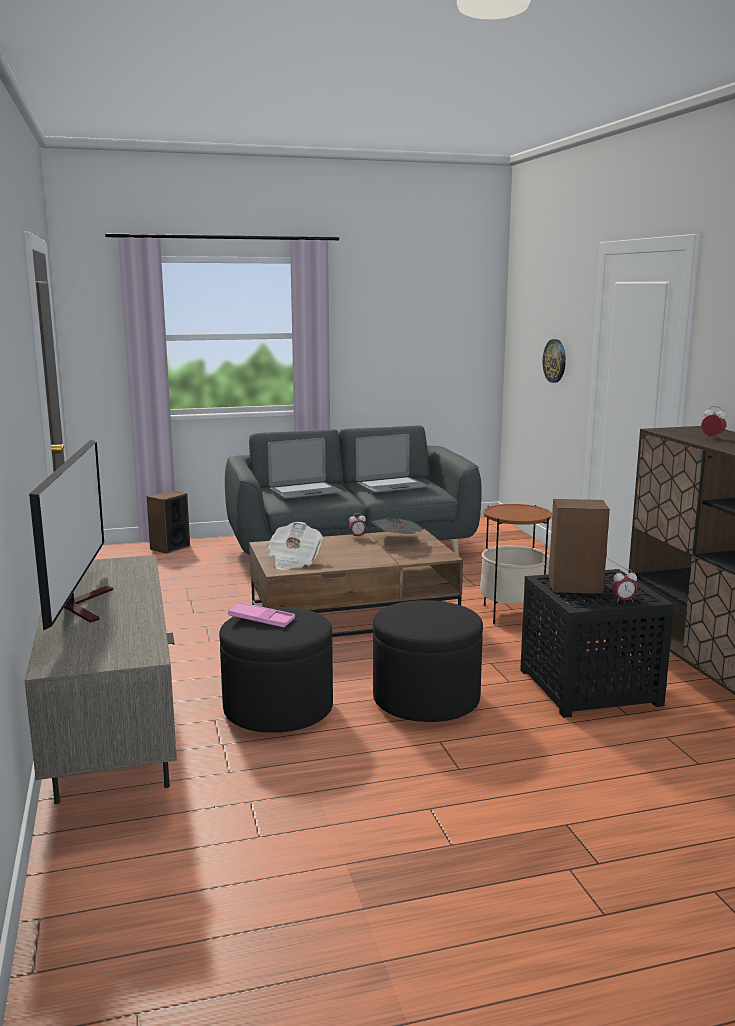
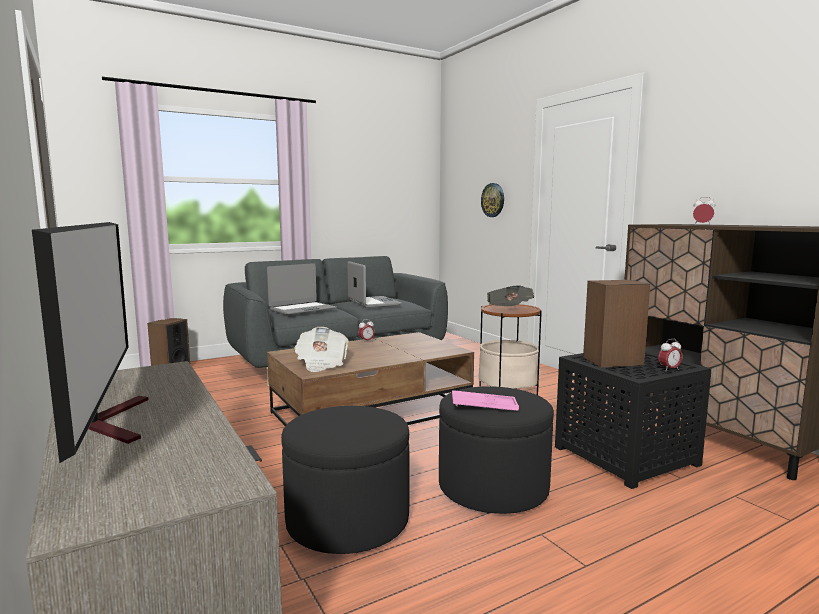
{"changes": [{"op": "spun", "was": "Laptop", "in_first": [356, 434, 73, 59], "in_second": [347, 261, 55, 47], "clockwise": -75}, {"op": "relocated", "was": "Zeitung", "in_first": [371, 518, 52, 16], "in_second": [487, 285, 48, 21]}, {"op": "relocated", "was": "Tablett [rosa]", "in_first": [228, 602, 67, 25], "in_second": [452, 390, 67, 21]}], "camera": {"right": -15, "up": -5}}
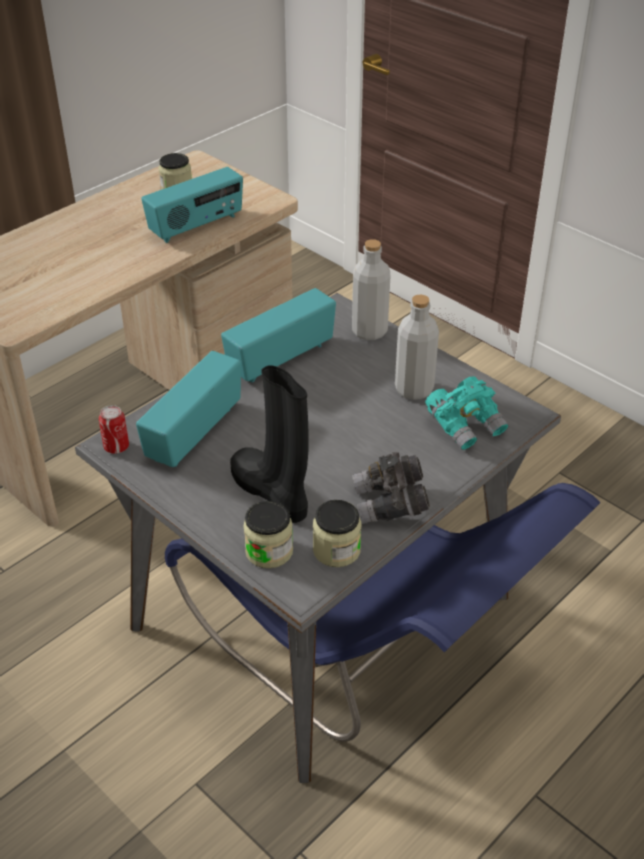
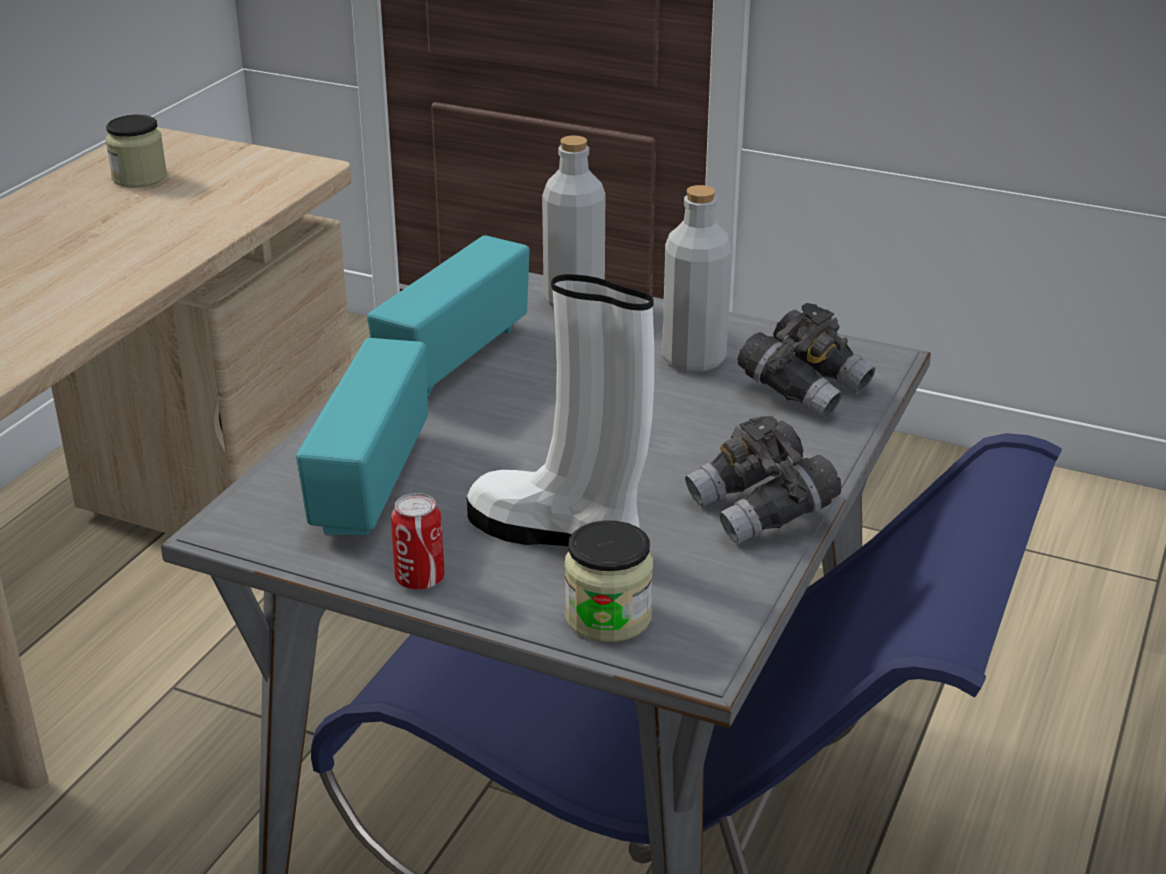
{"changes": [{"op": "missing", "was": "Radio", "in_first": [141, 167, 102, 76]}, {"op": "colour", "was": "Stiefel [schwarz]", "now": "Stiefel [weiß]", "in_first": [230, 365, 79, 158], "in_second": [467, 274, 187, 272]}, {"op": "colour", "was": "Fernglas [türkis]", "now": "Fernglas [grau]", "in_first": [425, 376, 83, 74], "in_second": [737, 303, 139, 116]}, {"op": "relocated", "was": "Dose", "in_first": [99, 405, 30, 49], "in_second": [391, 493, 54, 97]}, {"op": "missing", "was": "Vorratsglas", "in_first": [313, 500, 49, 67]}], "camera": {"right": -20, "up": -10}}
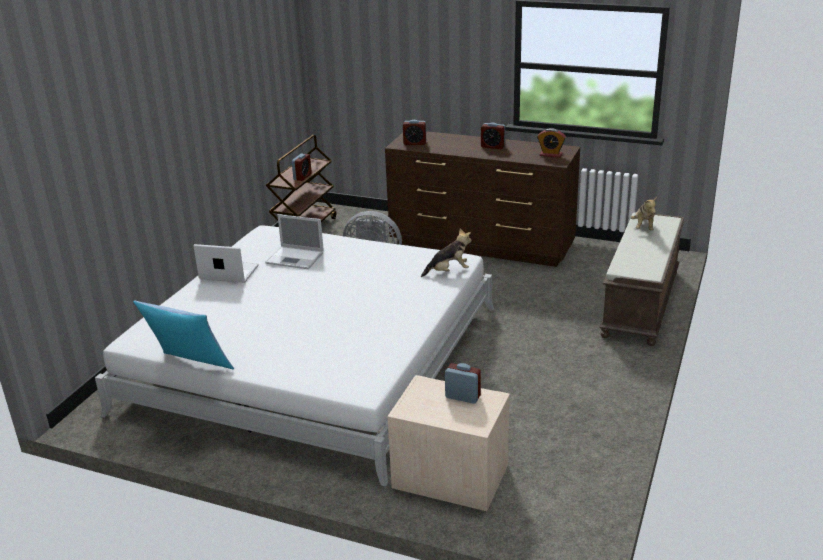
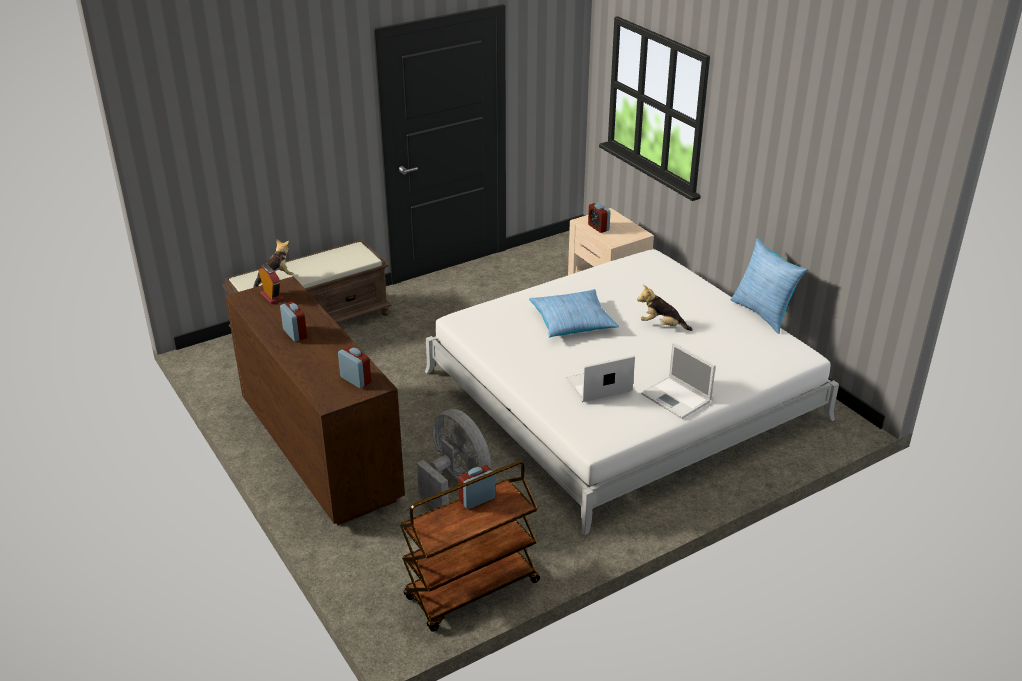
{"changes": [{"op": "spun", "was": "Laptop", "in_first": [265, 214, 59, 55], "in_second": [566, 355, 69, 47], "clockwise": -75}, {"op": "relocated", "was": "Plüschtier", "in_first": [421, 228, 51, 49], "in_second": [637, 285, 56, 46]}, {"op": "appeared", "now": "Kissen", "in_second": [529, 289, 90, 48]}], "camera": {"right": -145, "up": 5}}
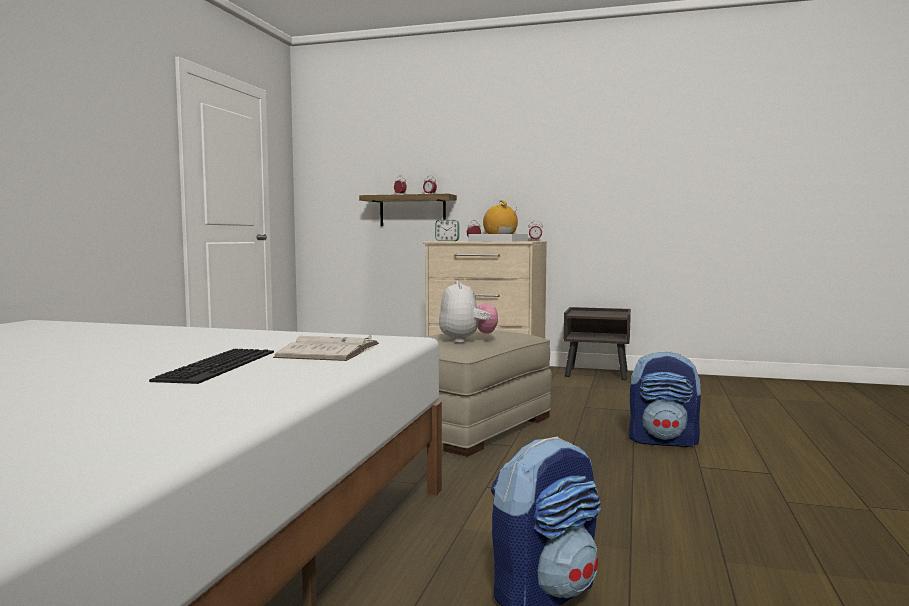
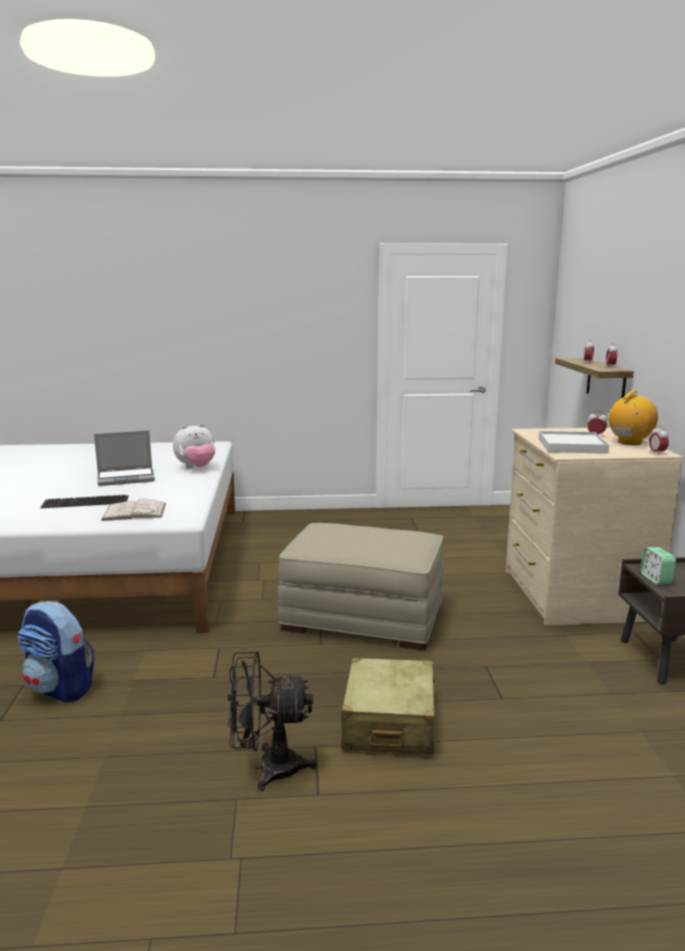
{"changes": [{"op": "relocated", "was": "Wecker", "in_first": [435, 220, 24, 21], "in_second": [641, 547, 35, 37]}, {"op": "relocated", "was": "Plüschtier", "in_first": [439, 281, 59, 62], "in_second": [173, 423, 42, 45]}, {"op": "exchanged", "was": "Rucksack", "now": "Koffer [beige]", "in_first": [629, 351, 73, 96], "in_second": [341, 658, 95, 96]}, {"op": "appeared", "now": "Laptop", "in_second": [94, 430, 61, 56]}, {"op": "appeared", "now": "Ventilator [schwarz]", "in_second": [228, 651, 90, 140]}], "camera": {"right": 70, "up": 10}}
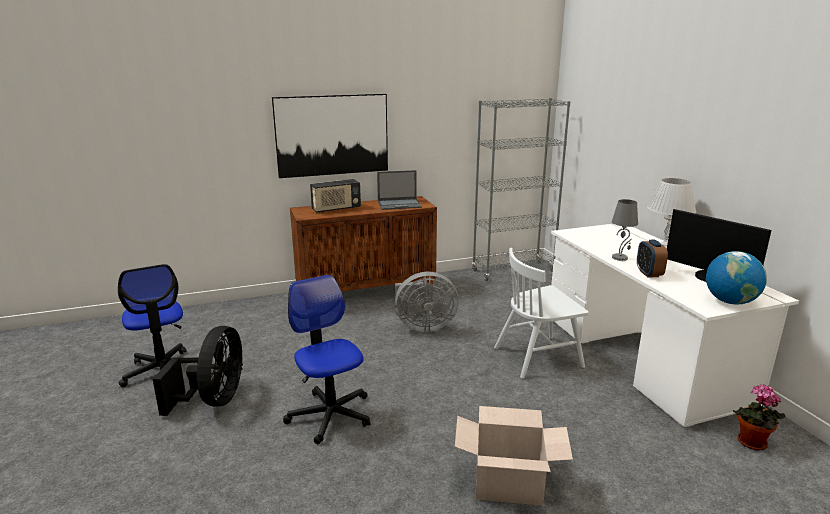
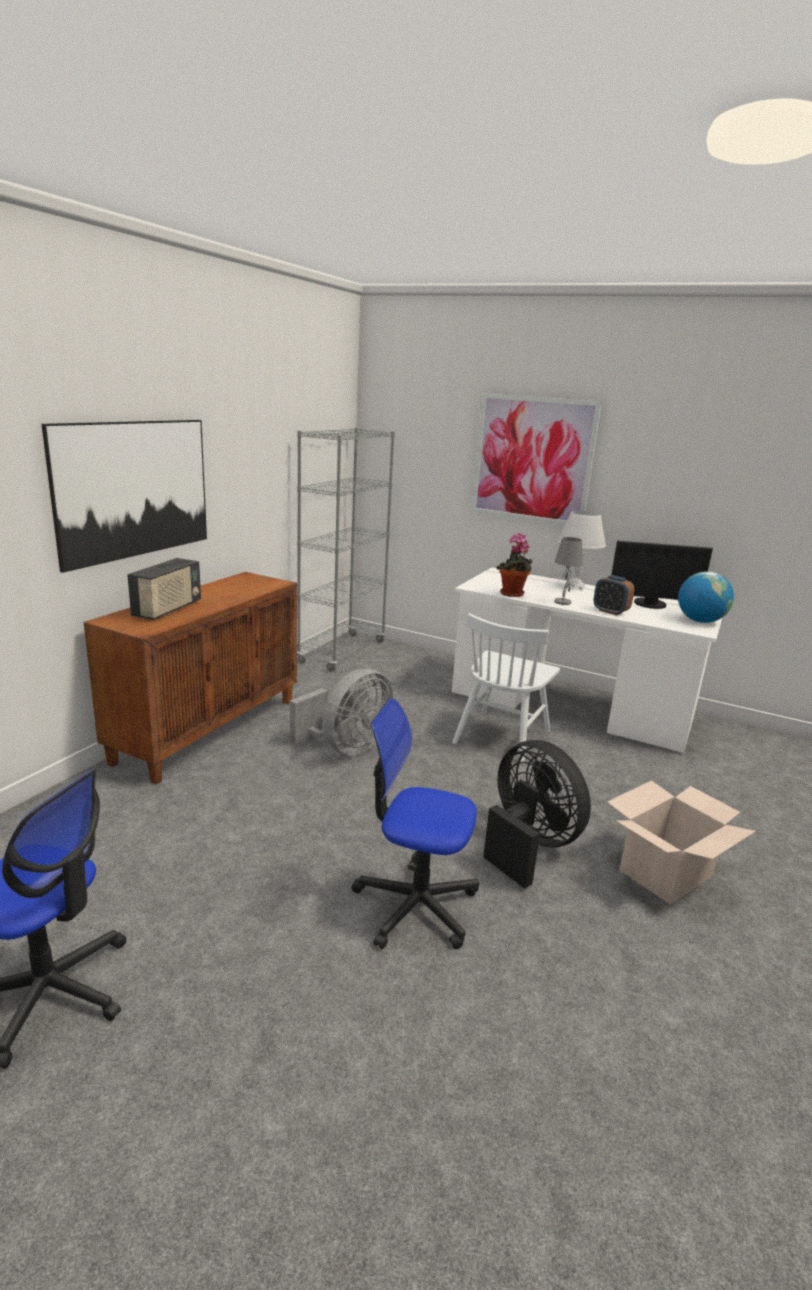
{"changes": [{"op": "missing", "was": "Laptop", "in_first": [377, 170, 45, 40]}, {"op": "relocated", "was": "Ventilator [schwarz]", "in_first": [153, 326, 90, 90], "in_second": [483, 740, 108, 149]}, {"op": "relocated", "was": "Topfpflanze", "in_first": [733, 385, 52, 66], "in_second": [497, 533, 36, 64]}, {"op": "appeared", "now": "Bild", "in_second": [472, 394, 130, 131]}], "camera": {"right": -45, "up": 0}}
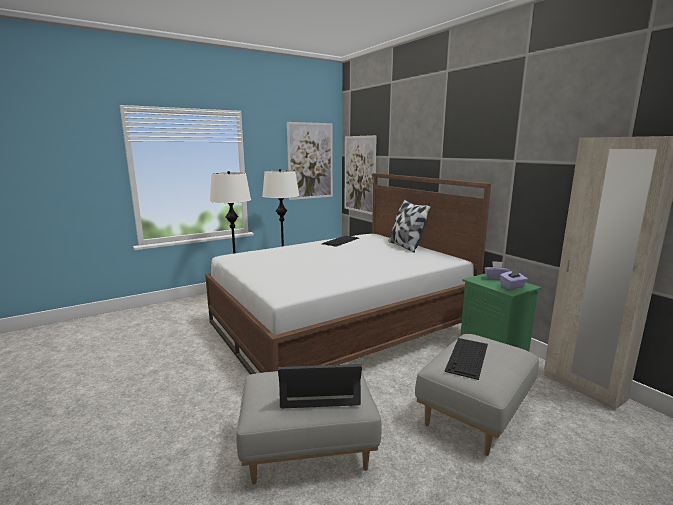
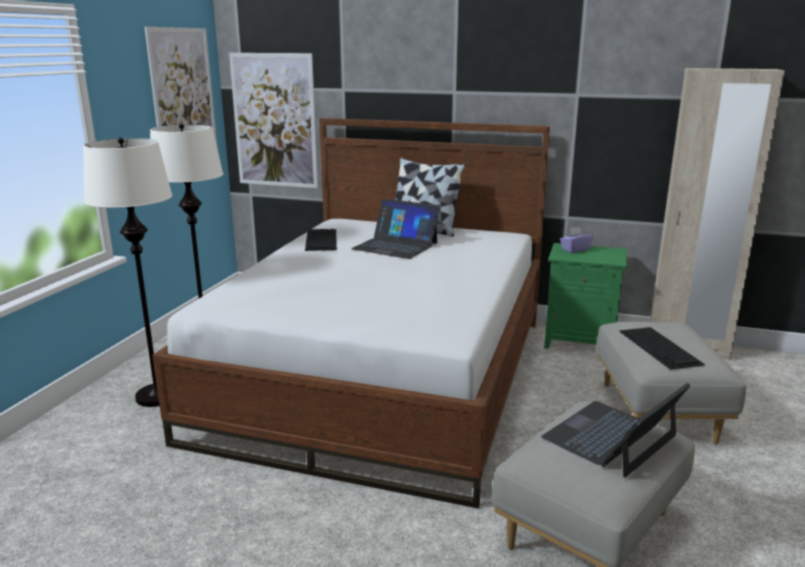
{"changes": [{"op": "missing", "was": "Taschentuchbox [lila]", "in_first": [500, 270, 28, 20]}, {"op": "appeared", "now": "Laptop", "in_second": [351, 198, 89, 61]}], "camera": {"right": -40, "up": 5}}
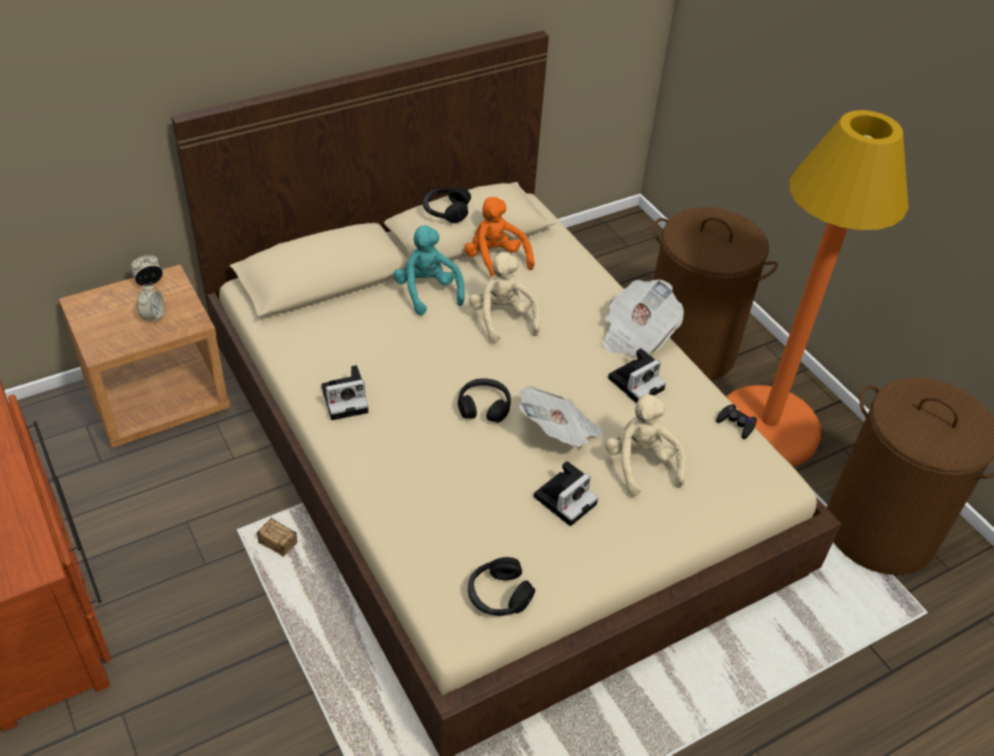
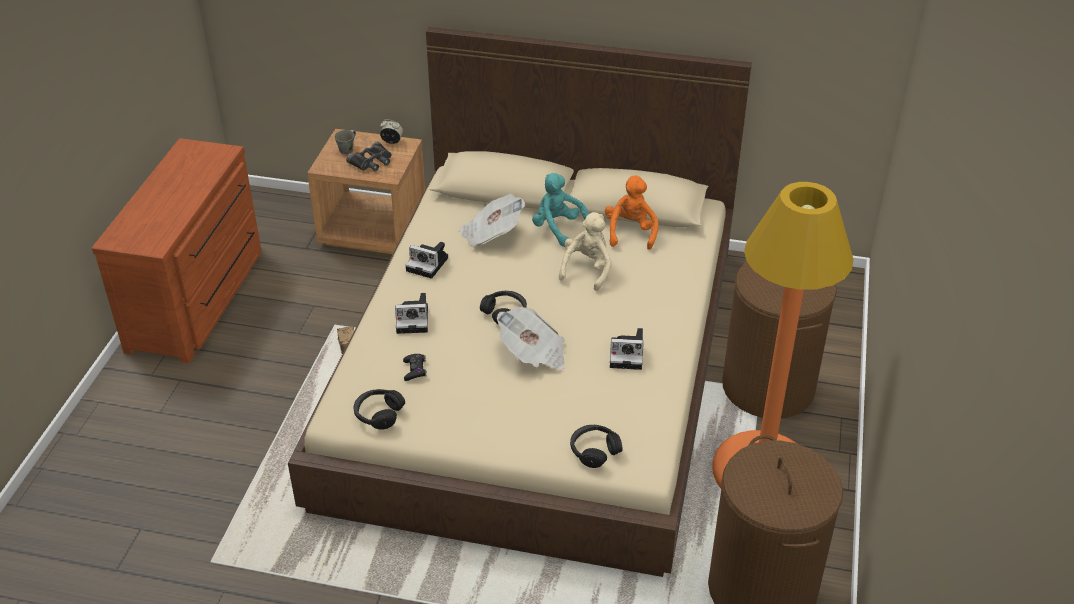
{"changes": [{"op": "relocated", "was": "Kopfhörer [schwarz]", "in_first": [423, 187, 48, 36], "in_second": [570, 425, 53, 43]}, {"op": "spun", "was": "Plüschtier [türkis]", "in_first": [393, 225, 72, 91], "in_second": [532, 173, 57, 74], "clockwise": -60}, {"op": "relocated", "was": "Zeitung", "in_first": [602, 280, 82, 77], "in_second": [459, 194, 66, 53]}, {"op": "exchanged", "was": "Wecker", "now": "Fernglas [schwarz]", "in_first": [137, 284, 27, 39], "in_second": [346, 142, 46, 29]}, {"op": "missing", "was": "Plüschtier [beige]", "in_first": [605, 392, 81, 105]}, {"op": "relocated", "was": "Gamepad [schwarz]", "in_first": [716, 404, 41, 35], "in_second": [403, 354, 24, 27]}, {"op": "relocated", "was": "Kamera", "in_first": [534, 461, 64, 65], "in_second": [395, 293, 33, 41]}, {"op": "appeared", "now": "Henkelbecher [grau]", "in_second": [335, 130, 21, 24]}], "camera": {"right": 45, "up": -5}}
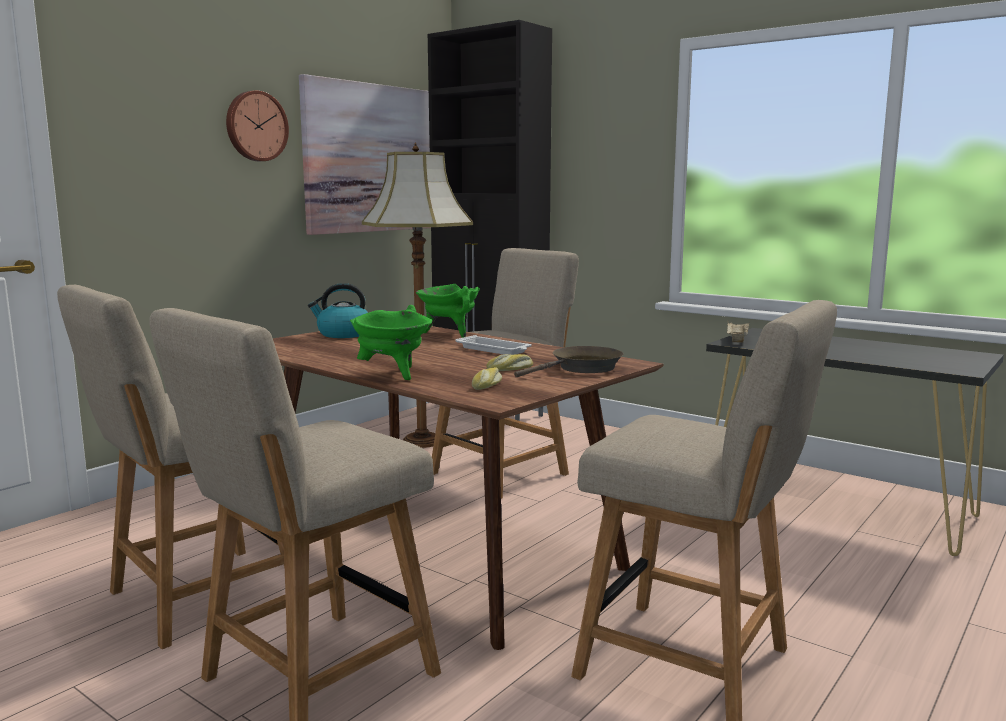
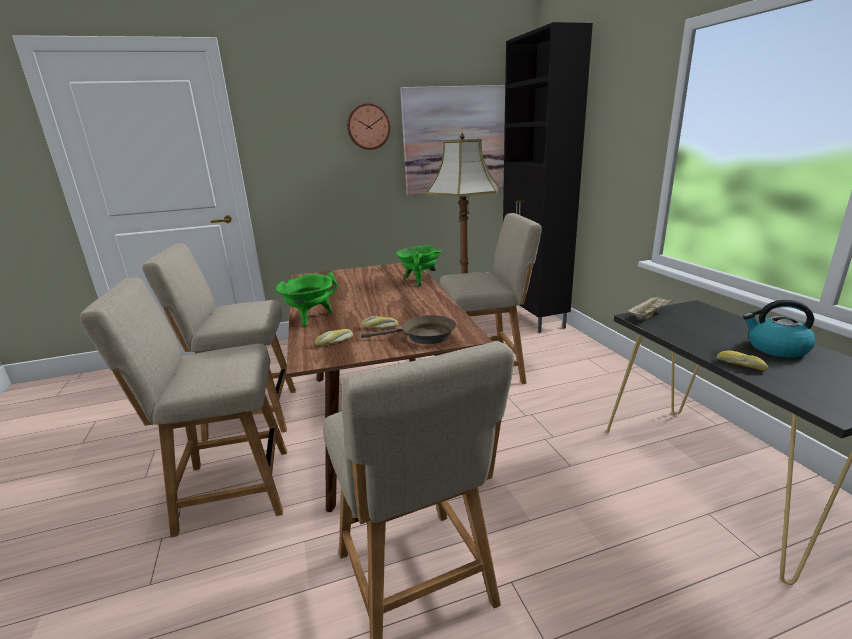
{"changes": [{"op": "relocated", "was": "Wasserkessel", "in_first": [308, 283, 60, 55], "in_second": [743, 300, 73, 58]}, {"op": "missing", "was": "Tablett [weiß]", "in_first": [455, 335, 77, 20]}, {"op": "appeared", "now": "Brot", "in_second": [717, 350, 52, 21]}], "camera": {"right": 35, "up": 10}}
